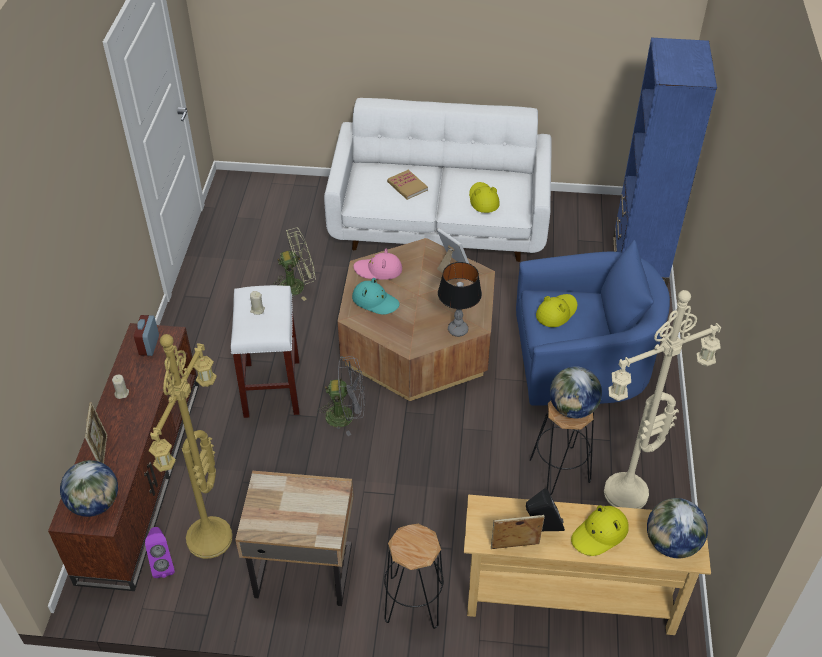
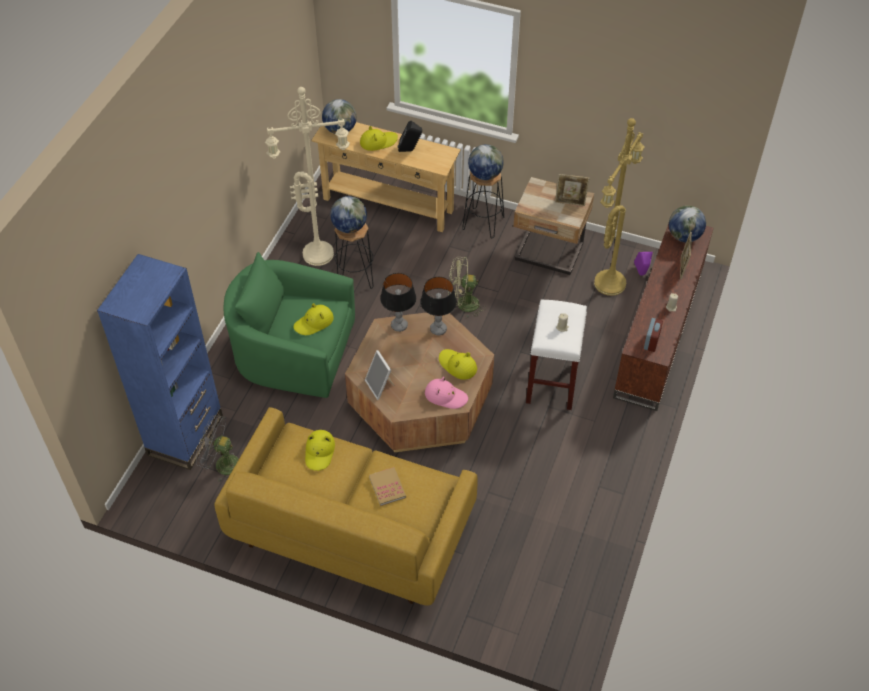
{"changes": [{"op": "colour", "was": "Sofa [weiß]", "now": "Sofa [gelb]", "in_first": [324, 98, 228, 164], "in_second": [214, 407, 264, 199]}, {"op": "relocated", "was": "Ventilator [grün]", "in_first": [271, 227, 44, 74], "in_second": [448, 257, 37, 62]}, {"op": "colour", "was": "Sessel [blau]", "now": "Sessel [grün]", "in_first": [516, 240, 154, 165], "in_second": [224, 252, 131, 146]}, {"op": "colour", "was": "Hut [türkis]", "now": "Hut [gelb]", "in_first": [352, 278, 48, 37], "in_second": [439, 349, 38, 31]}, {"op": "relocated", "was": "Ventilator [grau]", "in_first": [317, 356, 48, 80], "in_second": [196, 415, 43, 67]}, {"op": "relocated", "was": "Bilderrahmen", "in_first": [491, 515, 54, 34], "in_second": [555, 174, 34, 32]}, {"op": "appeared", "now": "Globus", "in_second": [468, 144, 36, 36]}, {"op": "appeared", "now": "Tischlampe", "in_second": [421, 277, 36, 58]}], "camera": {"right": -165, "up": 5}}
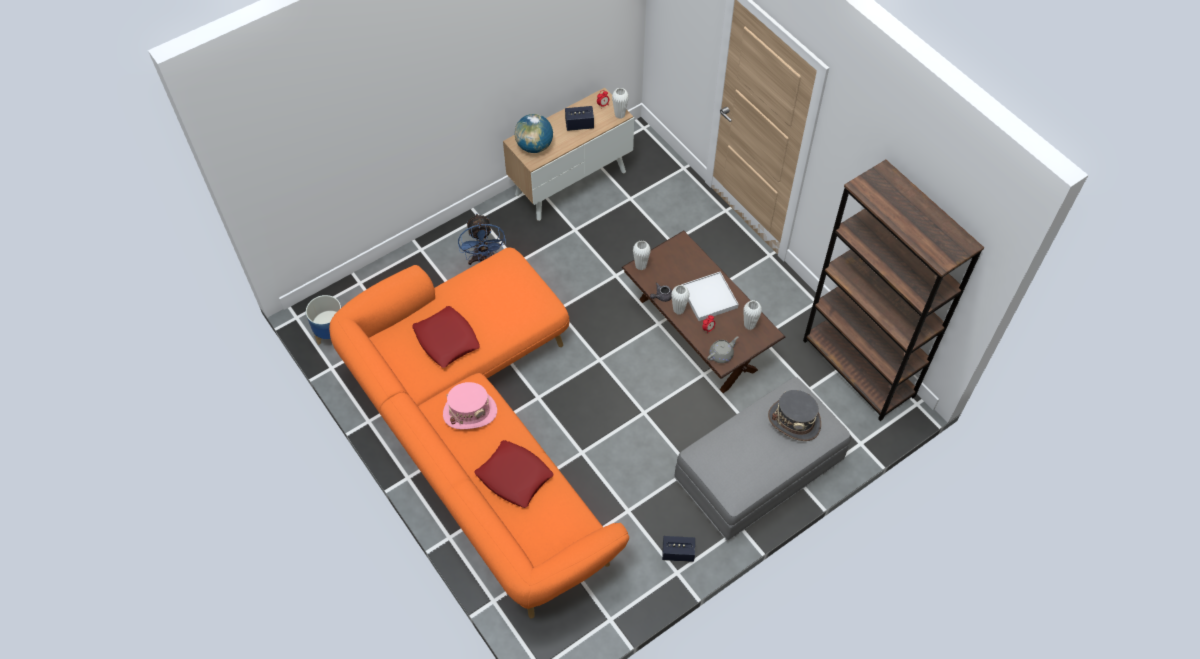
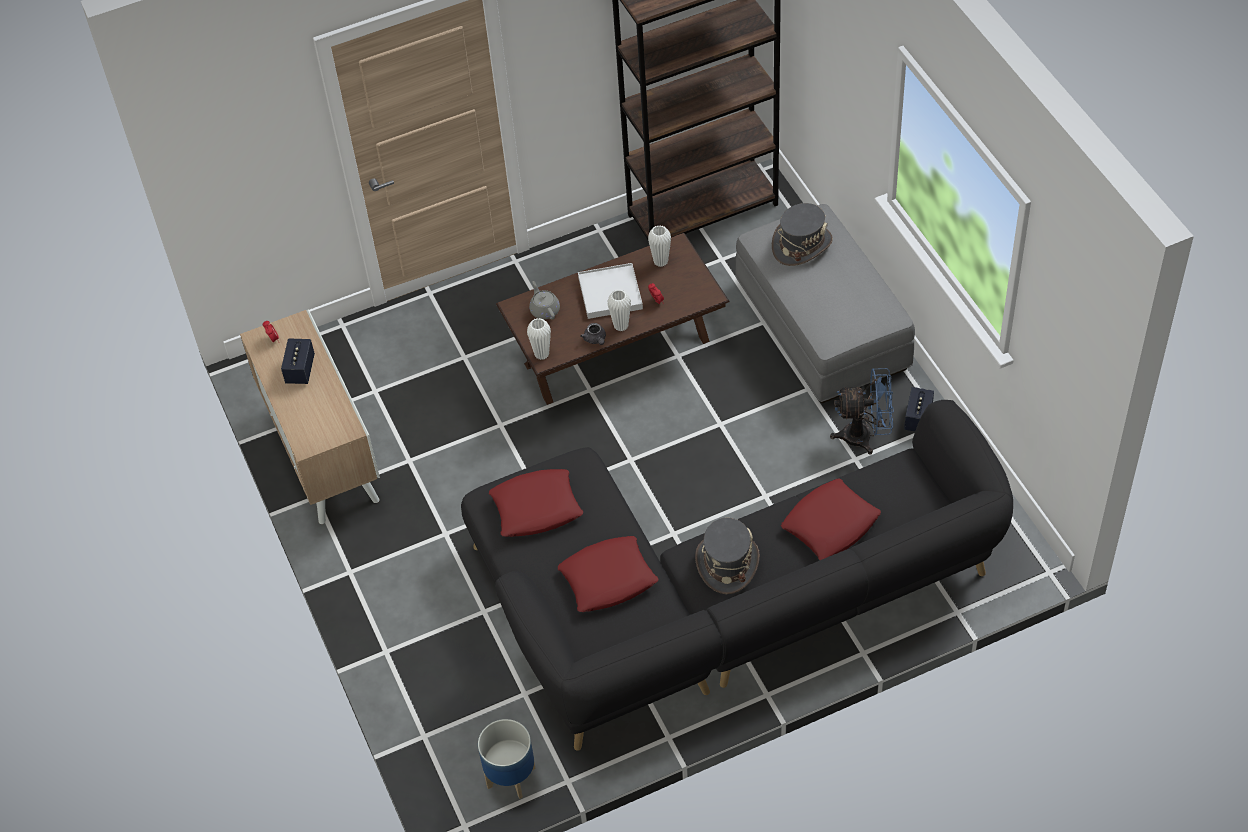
{"changes": [{"op": "missing", "was": "Vase [weiß]", "in_first": [612, 88, 17, 31]}, {"op": "missing", "was": "Globus", "in_first": [514, 114, 39, 39]}, {"op": "relocated", "was": "Ventilator [blau]", "in_first": [458, 213, 48, 52], "in_second": [830, 368, 64, 87]}, {"op": "colour", "was": "Sofa [orange]", "now": "Sofa [schwarz]", "in_first": [329, 247, 300, 372], "in_second": [461, 400, 552, 351]}, {"op": "relocated", "was": "Teekanne [grau]", "in_first": [707, 336, 31, 27], "in_second": [529, 281, 31, 39]}, {"op": "colour", "was": "Hut [rosa]", "now": "Hut [grau]", "in_first": [443, 382, 54, 47], "in_second": [695, 518, 65, 76]}, {"op": "appeared", "now": "Kissen [rot]", "in_second": [489, 469, 94, 68]}], "camera": {"right": -75, "up": -5}}
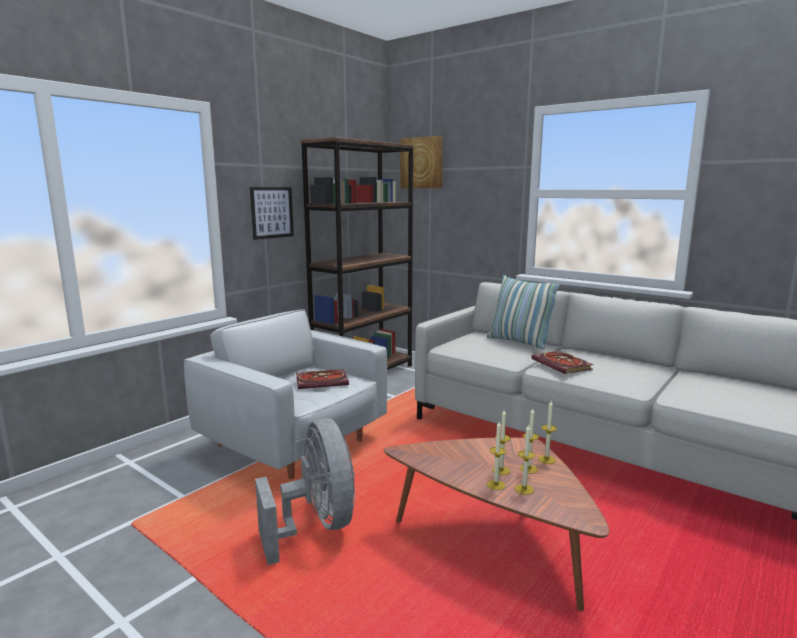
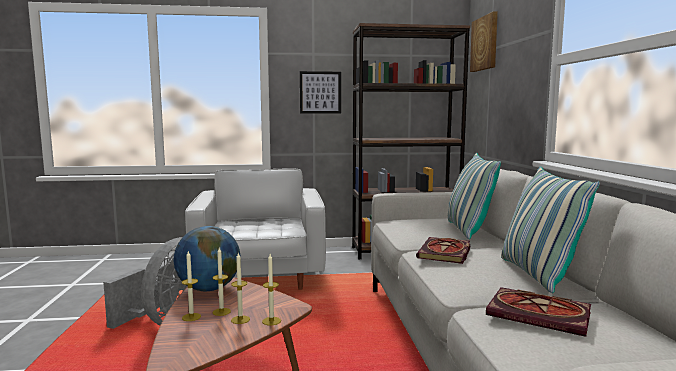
{"changes": [{"op": "relocated", "was": "Buch", "in_first": [296, 369, 53, 20], "in_second": [486, 287, 105, 50]}, {"op": "missing", "was": "Kerze", "in_first": [515, 424, 20, 71]}, {"op": "appeared", "now": "Kissen", "in_second": [501, 166, 99, 127]}, {"op": "appeared", "now": "Globus", "in_second": [173, 226, 68, 65]}], "camera": {"right": 45, "up": -5}}
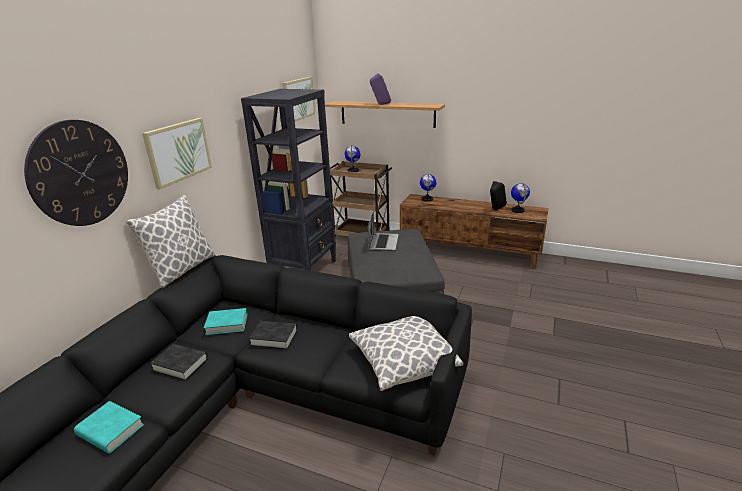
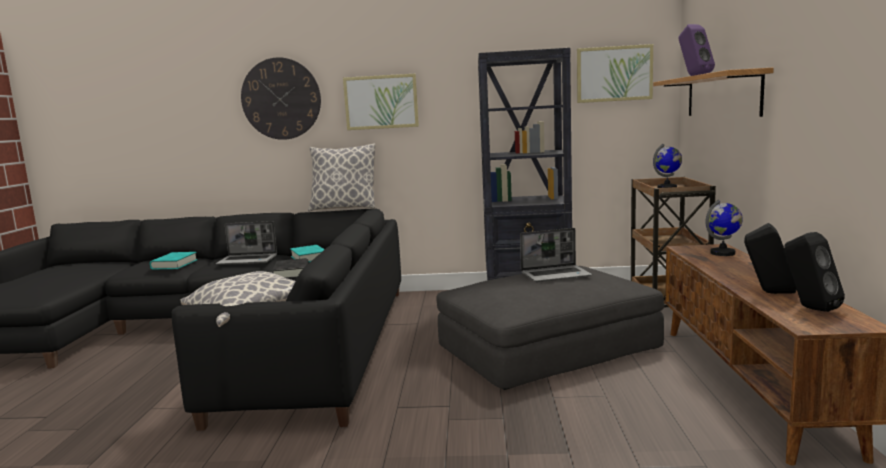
{"changes": [{"op": "exchanged", "was": "Globus", "now": "Lautsprecher [schwarz]", "in_first": [511, 183, 19, 30], "in_second": [784, 232, 61, 80]}, {"op": "exchanged", "was": "Buch [schwarz]", "now": "Laptop", "in_first": [150, 344, 58, 37], "in_second": [216, 221, 61, 44]}], "camera": {"right": 70, "up": -15}}
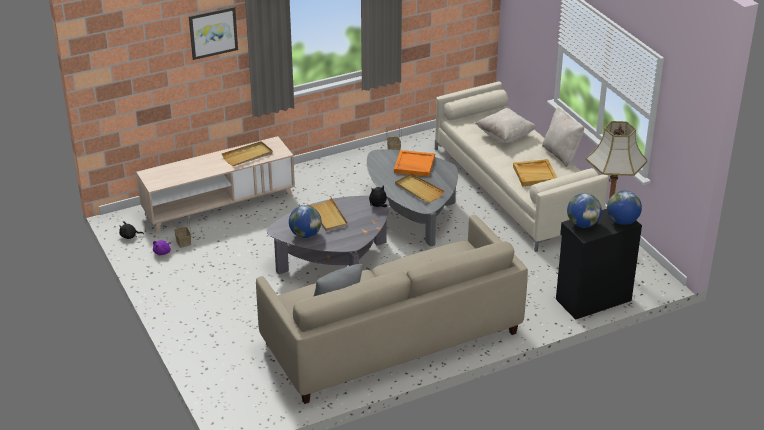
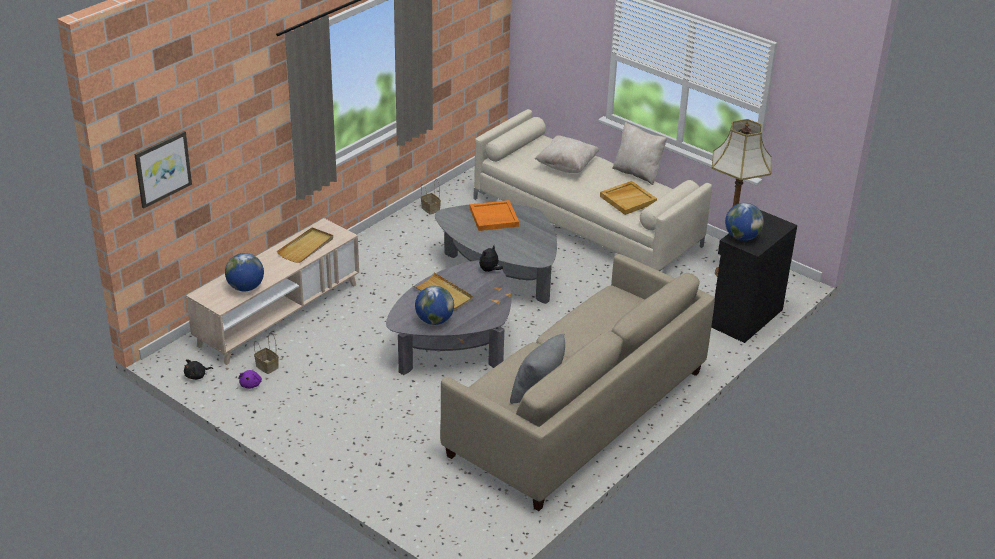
{"changes": [{"op": "relocated", "was": "Bild", "in_first": [189, 6, 49, 54], "in_second": [134, 131, 58, 77]}, {"op": "missing", "was": "Tablett [beige]", "in_first": [395, 173, 50, 29]}, {"op": "relocated", "was": "Globus", "in_first": [607, 191, 35, 34], "in_second": [225, 253, 39, 38]}], "camera": {"right": -25, "up": 0}}
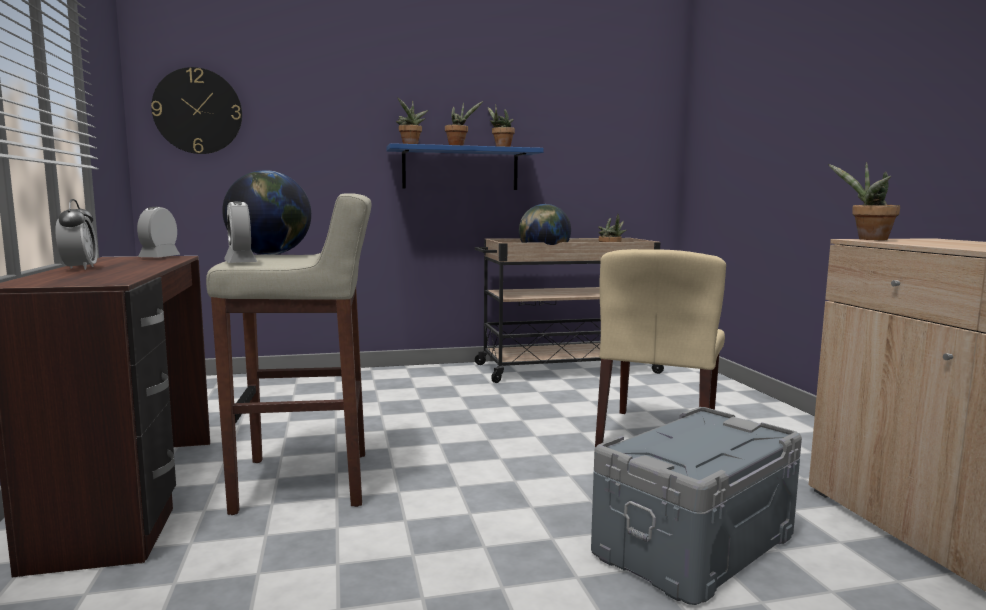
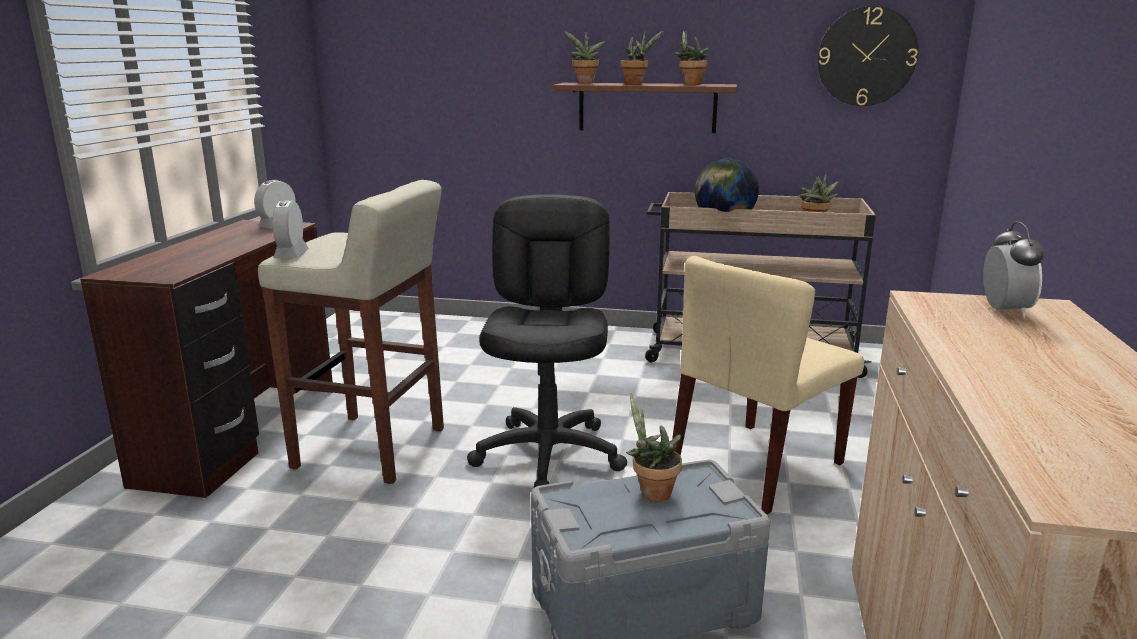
{"changes": [{"op": "relocated", "was": "Wanduhr", "in_first": [151, 67, 91, 87], "in_second": [817, 6, 101, 100]}, {"op": "colour", "was": "Wandregal [blau]", "now": "Wandregal [braun]", "in_first": [386, 143, 158, 47], "in_second": [553, 83, 184, 50]}, {"op": "relocated", "was": "Topfpflanze", "in_first": [828, 162, 72, 78], "in_second": [626, 392, 56, 109]}, {"op": "missing", "was": "Globus", "in_first": [222, 170, 89, 85]}, {"op": "relocated", "was": "Wecker", "in_first": [55, 199, 43, 71], "in_second": [983, 222, 62, 96]}, {"op": "appeared", "now": "Bürostuhl [schwarz]", "in_second": [467, 194, 160, 294]}], "camera": {"right": 25, "up": 10}}
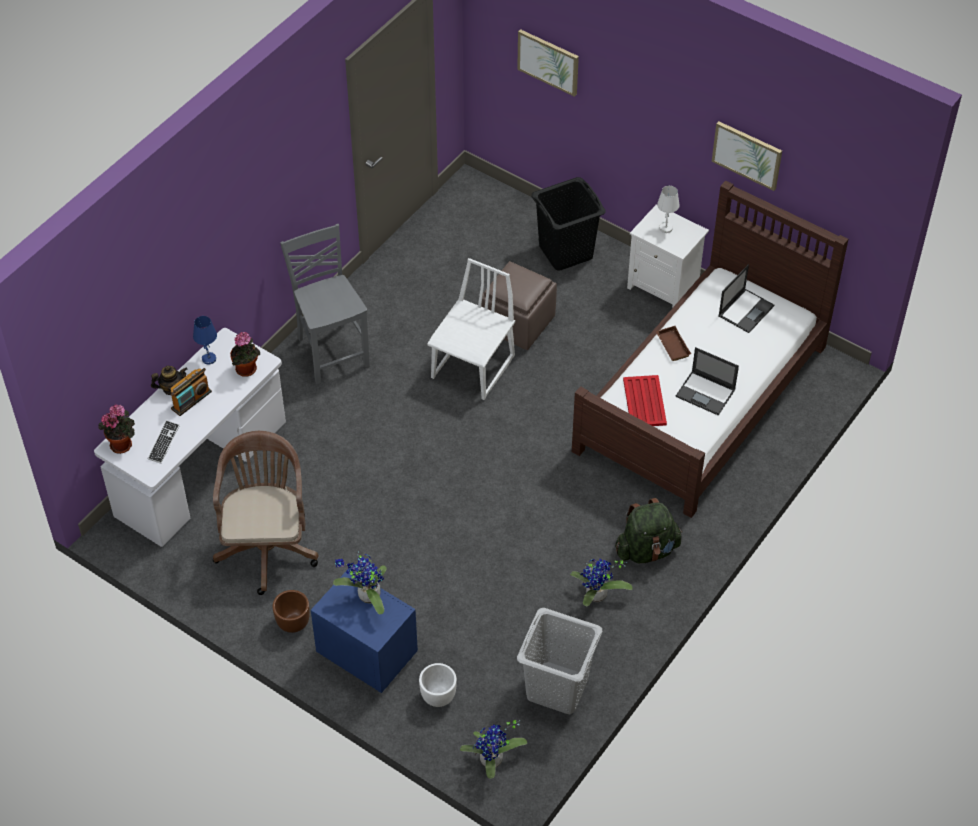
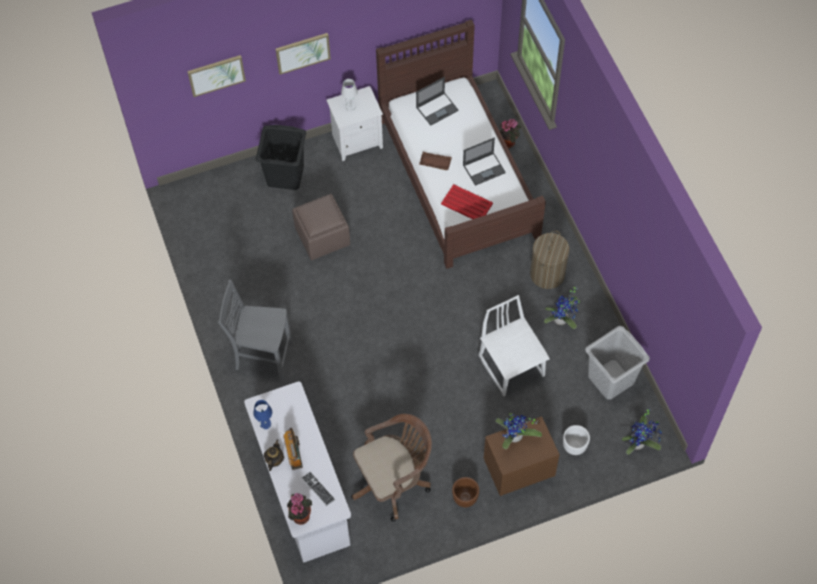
{"changes": [{"op": "relocated", "was": "Bild", "in_first": [712, 121, 70, 70], "in_second": [276, 33, 55, 42]}, {"op": "relocated", "was": "Stuhl [weiß]", "in_first": [427, 258, 88, 142], "in_second": [479, 295, 71, 101]}, {"op": "spun", "was": "Laptop", "in_first": [718, 264, 56, 69], "in_second": [416, 77, 42, 49], "clockwise": 75}, {"op": "relocated", "was": "Topfpflanze", "in_first": [230, 332, 30, 45], "in_second": [500, 119, 21, 29]}, {"op": "spun", "was": "Bürostuhl [braun]", "in_first": [213, 431, 105, 164], "in_second": [351, 414, 81, 108], "clockwise": 120}, {"op": "exchanged", "was": "Rucksack [grün]", "now": "Wäschekorb", "in_first": [615, 498, 68, 65], "in_second": [530, 231, 40, 58]}, {"op": "colour", "was": "Nachttisch [blau]", "now": "Nachttisch [braun]", "in_first": [311, 568, 107, 125], "in_second": [484, 416, 76, 80]}], "camera": {"right": -55, "up": 10}}
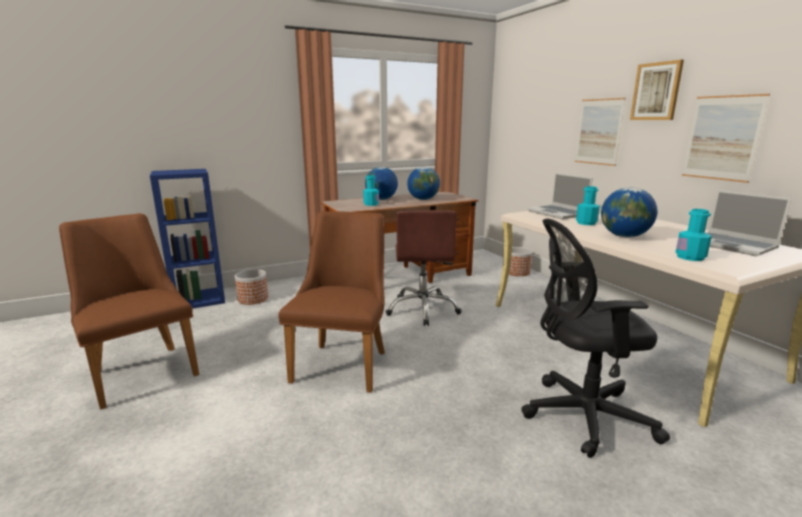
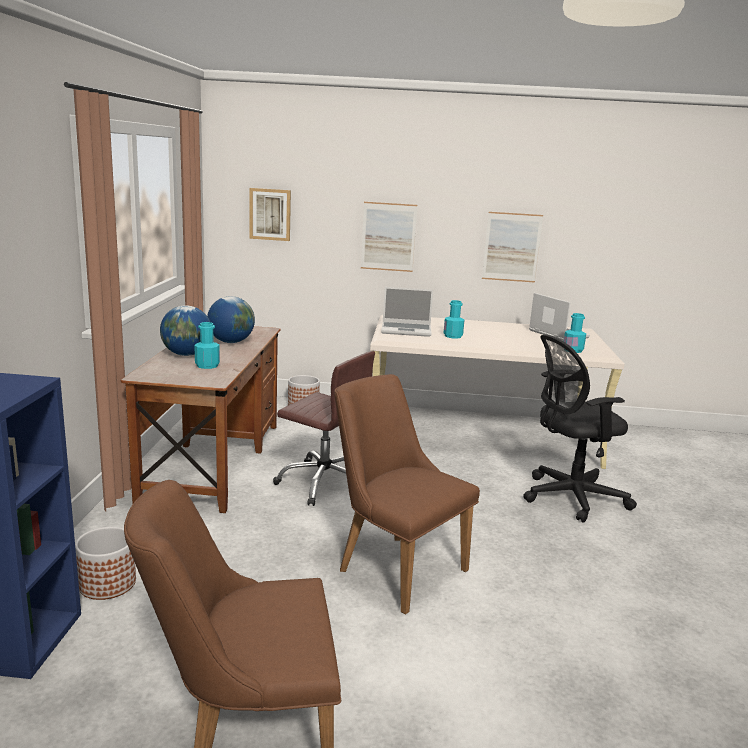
{"changes": [{"op": "relocated", "was": "Bild", "in_first": [630, 60, 54, 60], "in_second": [250, 188, 41, 53]}, {"op": "missing", "was": "Globus", "in_first": [601, 187, 56, 50]}, {"op": "spun", "was": "Laptop", "in_first": [707, 190, 85, 66], "in_second": [529, 293, 61, 48], "clockwise": -120}, {"op": "spun", "was": "Bürostuhl [schwarz]", "in_first": [521, 219, 149, 239], "in_second": [524, 335, 113, 187], "clockwise": 45}], "camera": {"right": -60, "up": 0}}
